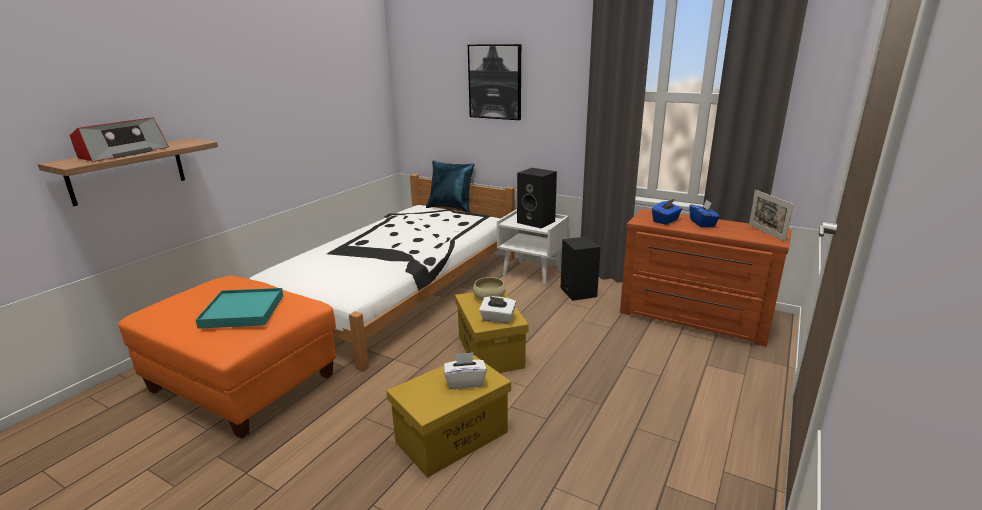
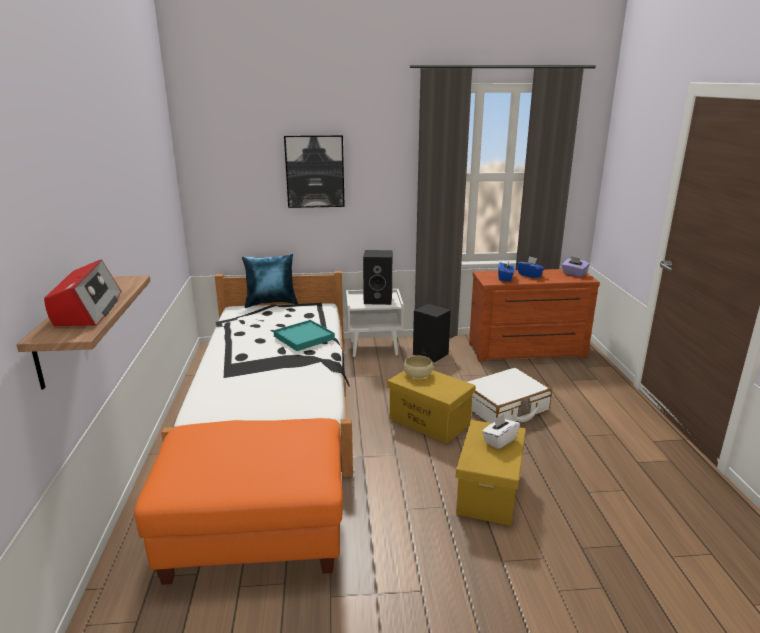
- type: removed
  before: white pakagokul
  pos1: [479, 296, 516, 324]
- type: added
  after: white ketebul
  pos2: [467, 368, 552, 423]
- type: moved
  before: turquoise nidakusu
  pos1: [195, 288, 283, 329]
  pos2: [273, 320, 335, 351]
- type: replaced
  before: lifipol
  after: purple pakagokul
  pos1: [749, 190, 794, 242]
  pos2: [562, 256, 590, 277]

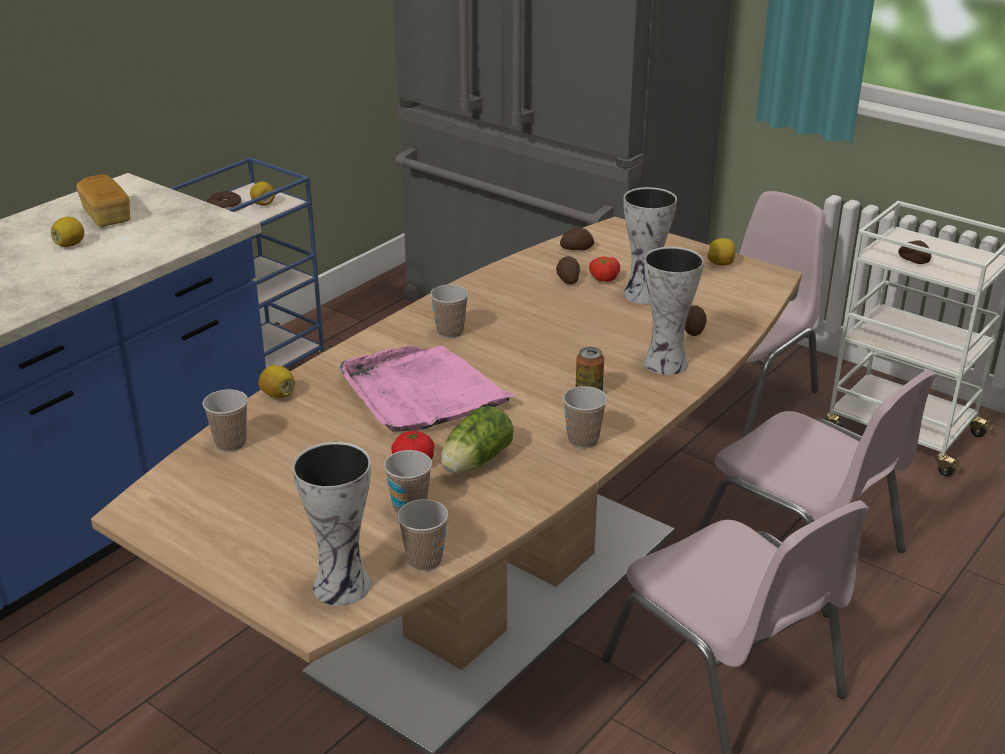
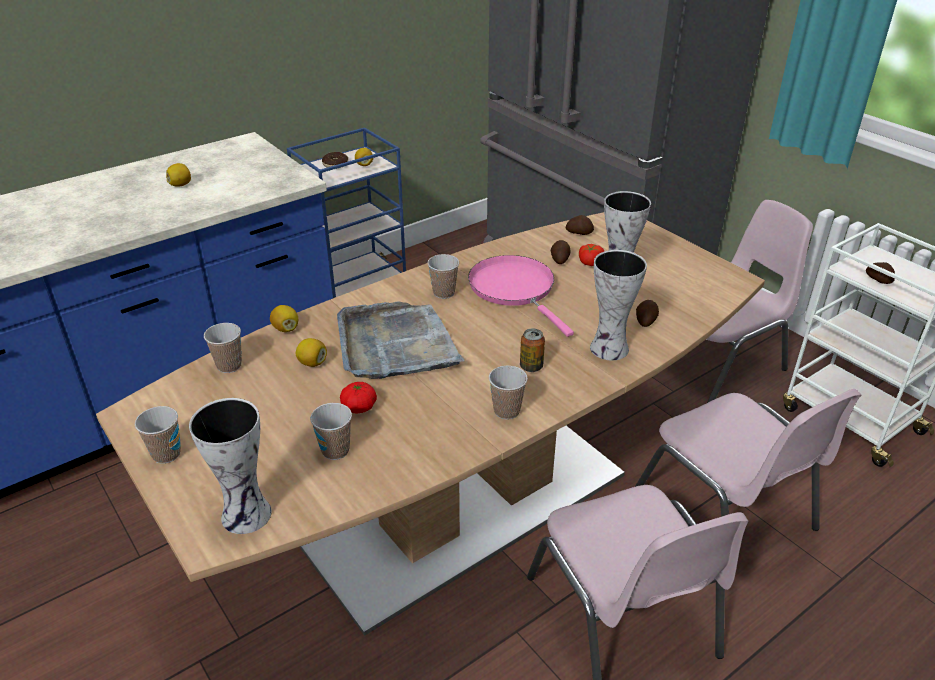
- type: removed
  before: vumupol
  pos1: [77, 175, 130, 227]
- type: removed
  before: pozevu
  pos1: [441, 406, 514, 473]
- type: added
  after: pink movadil
  pos2: [468, 255, 574, 337]
- type: moved
  before: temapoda
  pos1: [397, 499, 448, 571]
  pos2: [135, 406, 181, 464]
- type: moved
  before: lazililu
  pos1: [707, 238, 736, 266]
  pos2: [295, 338, 327, 367]
- type: recoloured
  before: pink nidakusu
  after: grey nidakusu
  pos1: [339, 345, 517, 432]
  pos2: [337, 302, 465, 379]

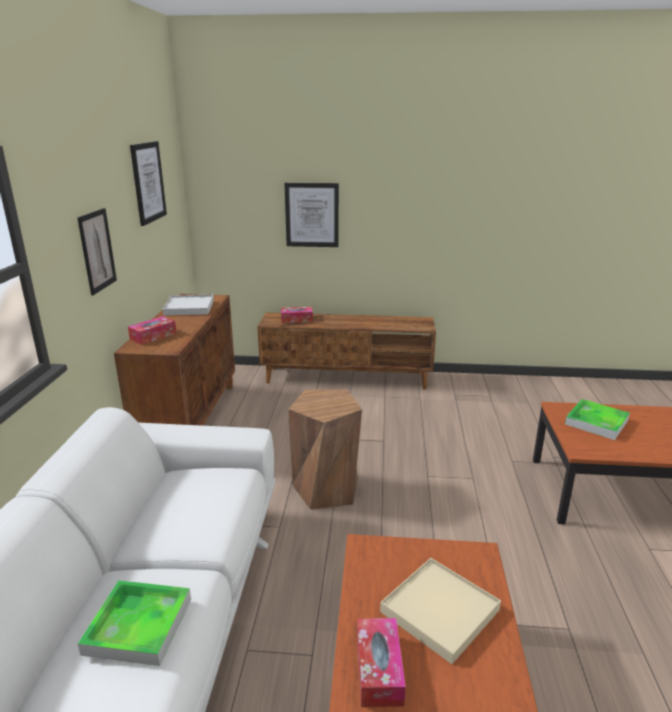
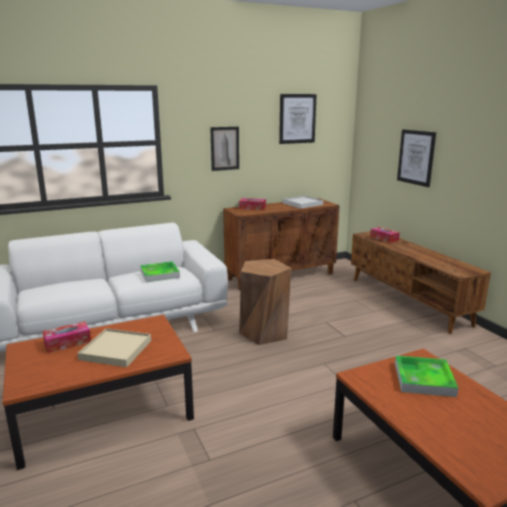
- type: moved
  before: nidakusu
  pos1: [78, 580, 191, 666]
  pos2: [140, 261, 180, 282]

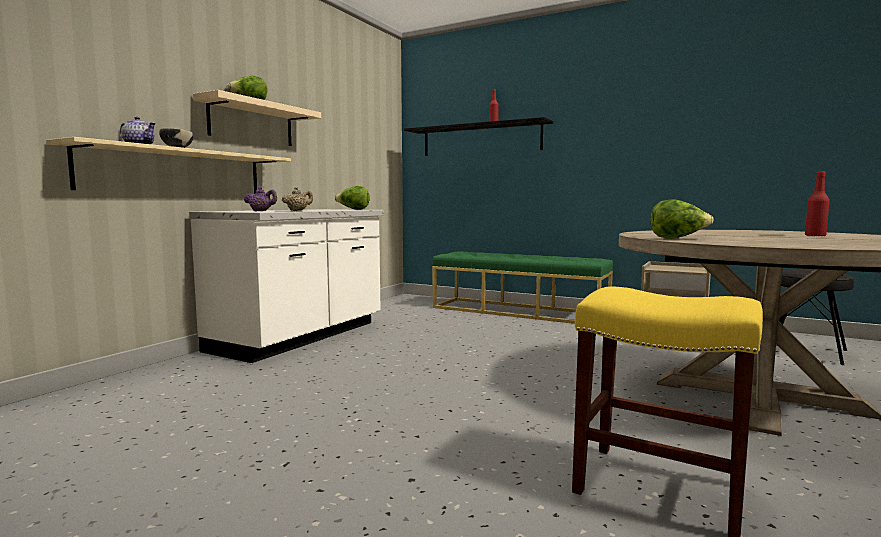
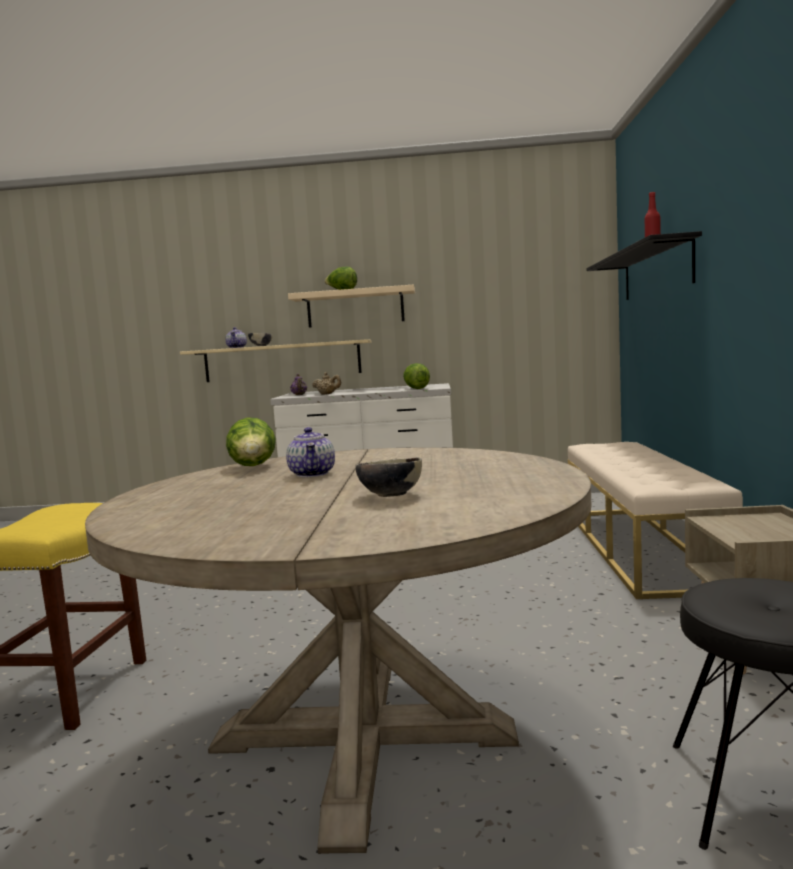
- type: added
  after: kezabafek
  pos2: [286, 427, 335, 477]
- type: replaced
  before: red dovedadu
  after: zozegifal
  pos1: [805, 172, 829, 237]
  pos2: [355, 457, 422, 497]
- type: recoloured
  before: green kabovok
  after: beige kabovok
  pos1: [433, 252, 613, 324]
  pos2: [568, 442, 743, 599]

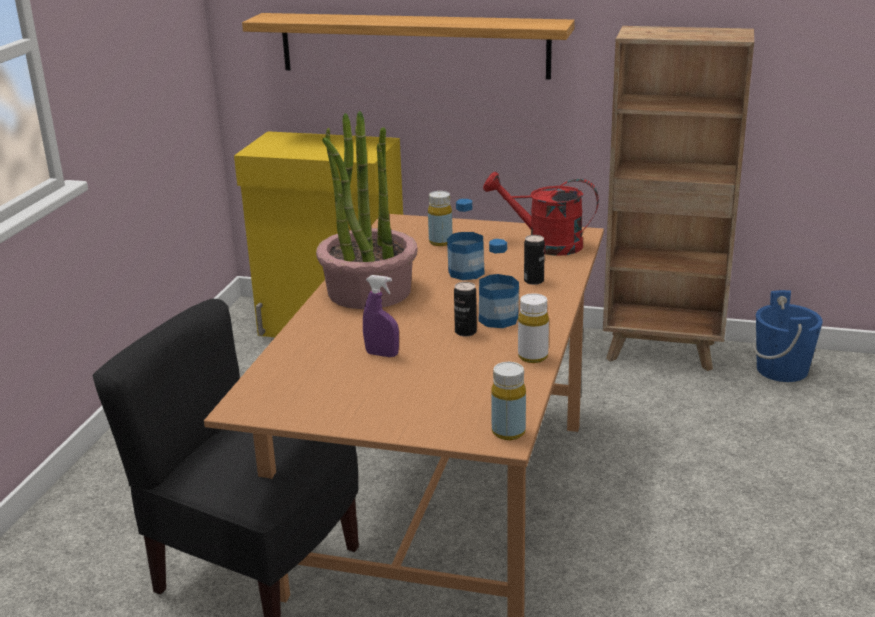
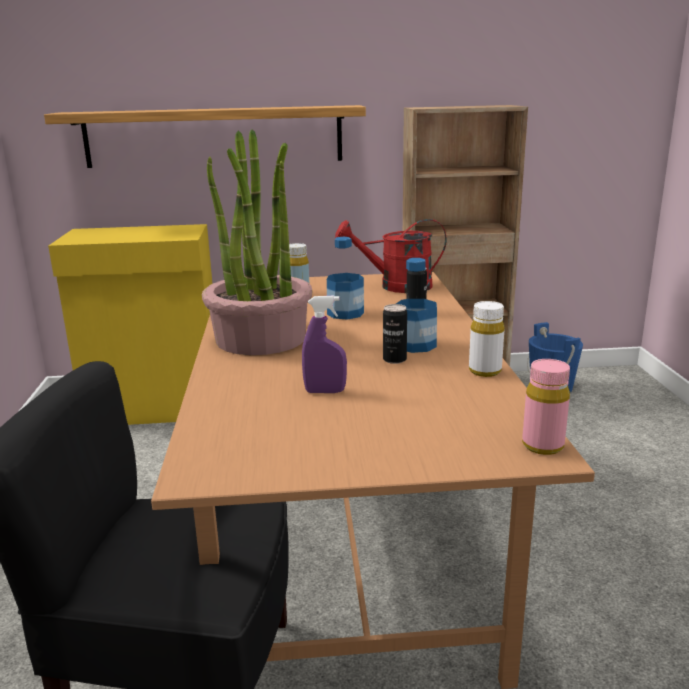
- type: recoloured
  before: yellow dovedadu
  after: pink dovedadu
  pos1: [491, 362, 526, 440]
  pos2: [522, 359, 570, 455]

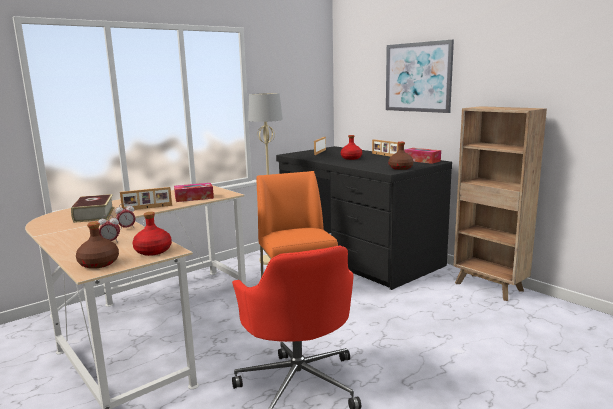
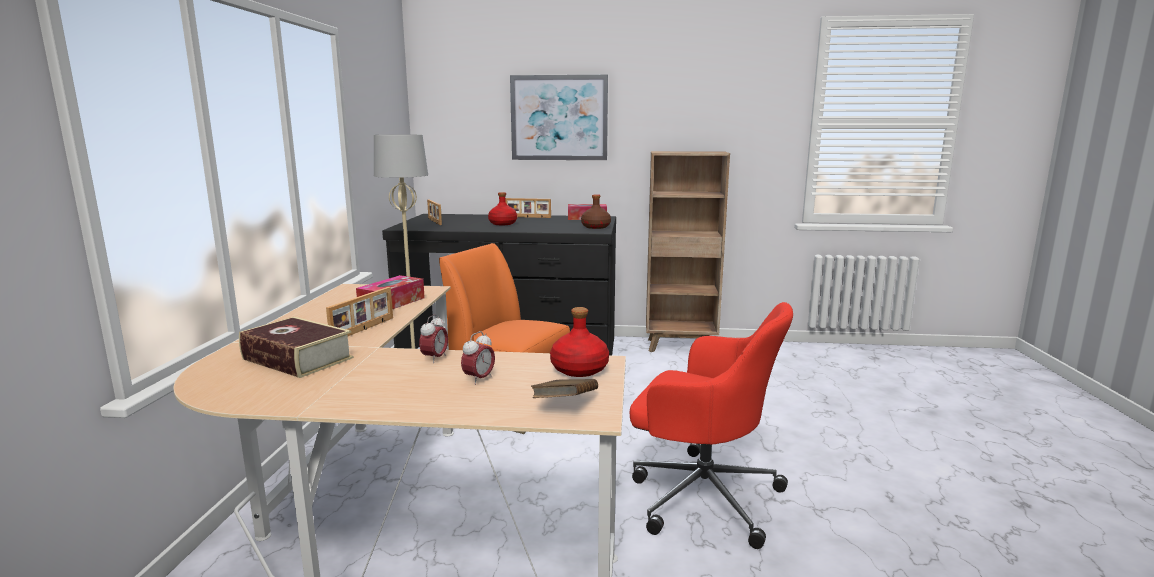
- type: replaced
  before: brown dovedadu
  after: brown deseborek
  pos1: [76, 222, 119, 269]
  pos2: [531, 379, 598, 398]

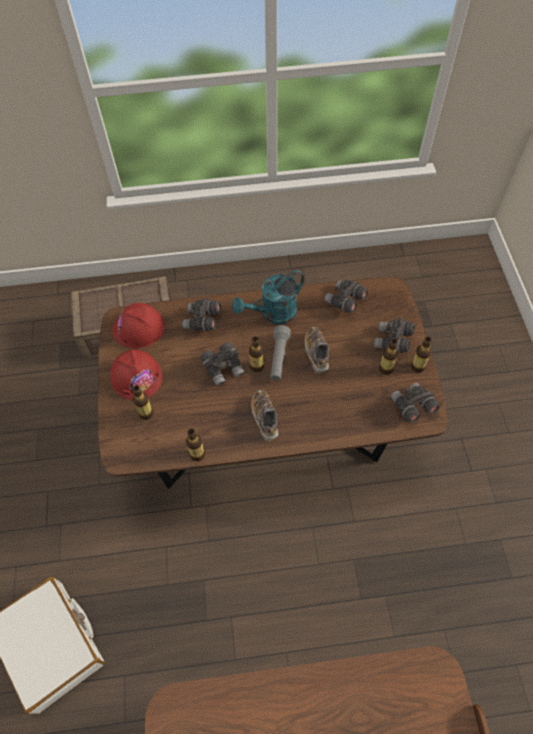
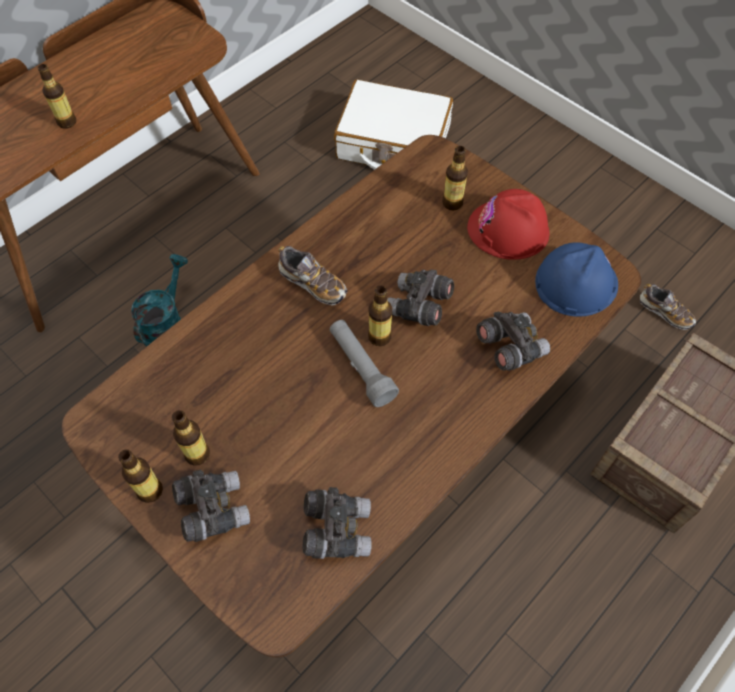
- type: removed
  before: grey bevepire
  pos1: [391, 383, 440, 423]
- type: moved
  before: dovedadu
  pos1: [186, 428, 205, 461]
  pos2: [38, 64, 76, 129]
- type: moved
  before: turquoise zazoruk
  pos1: [232, 270, 304, 325]
  pos2: [131, 254, 188, 347]
- type: moved
  before: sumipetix
  pos1: [304, 327, 329, 373]
  pos2: [640, 284, 696, 330]
- type: recoloured
  before: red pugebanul
  after: blue pugebanul
  pos1: [112, 303, 165, 348]
  pos2: [535, 243, 618, 317]

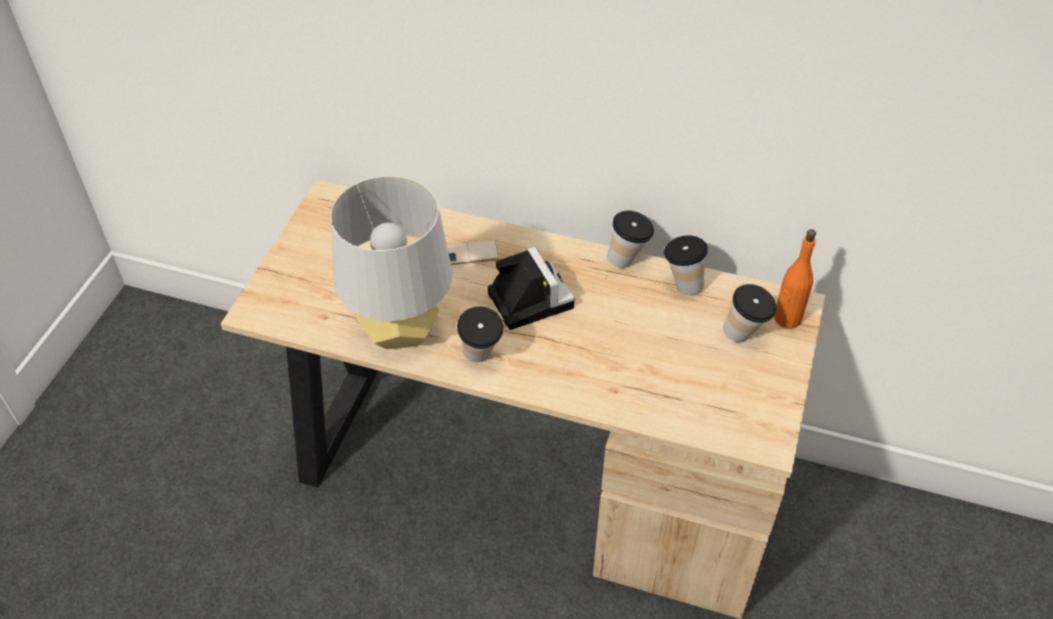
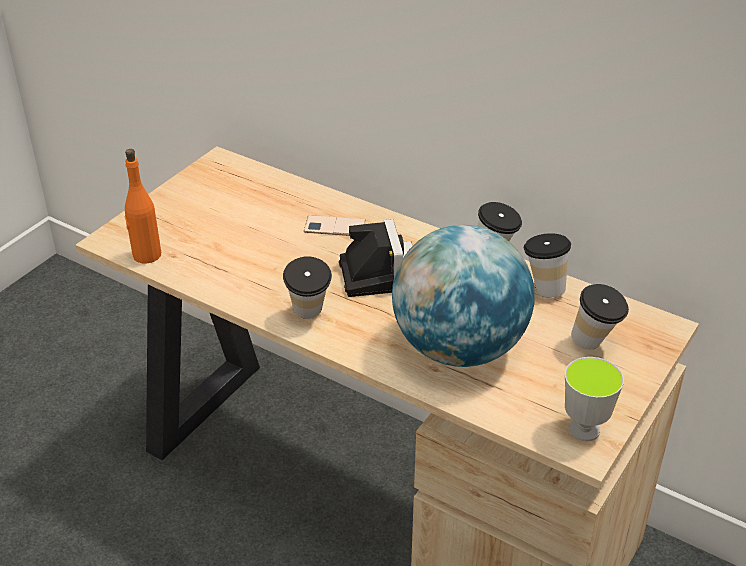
- type: removed
  before: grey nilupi
  pos1: [330, 176, 453, 349]
- type: added
  after: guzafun
  pos2: [392, 225, 535, 367]
- type: added
  after: temapoda
  pos2: [565, 357, 624, 441]
- type: moved
  before: orange dovedadu
  pos1: [774, 229, 816, 329]
  pos2: [124, 149, 161, 264]

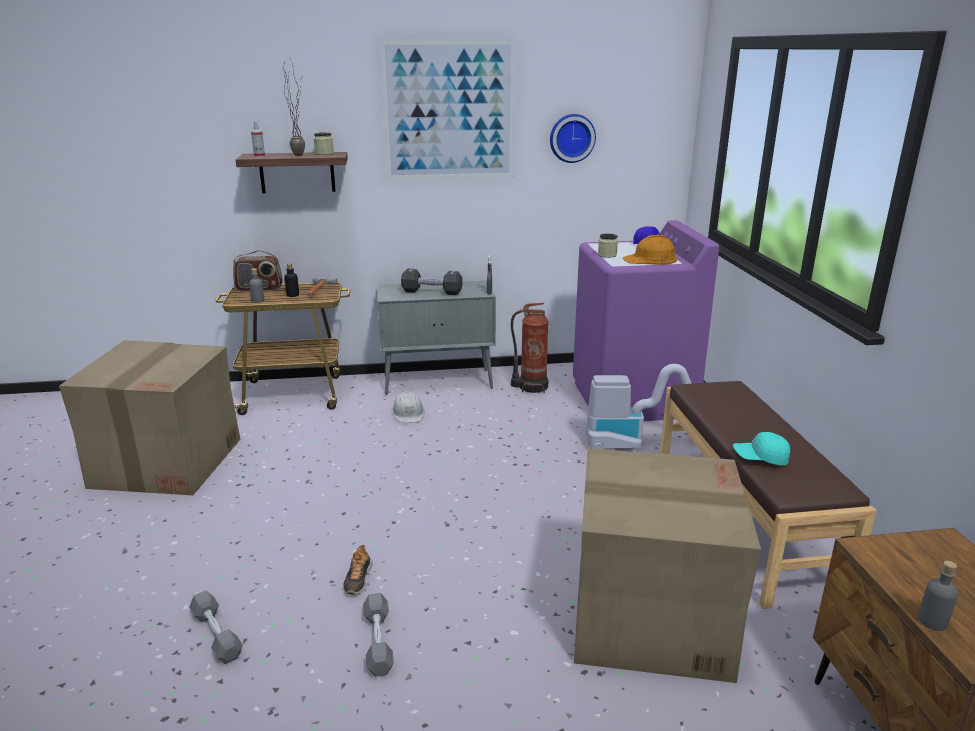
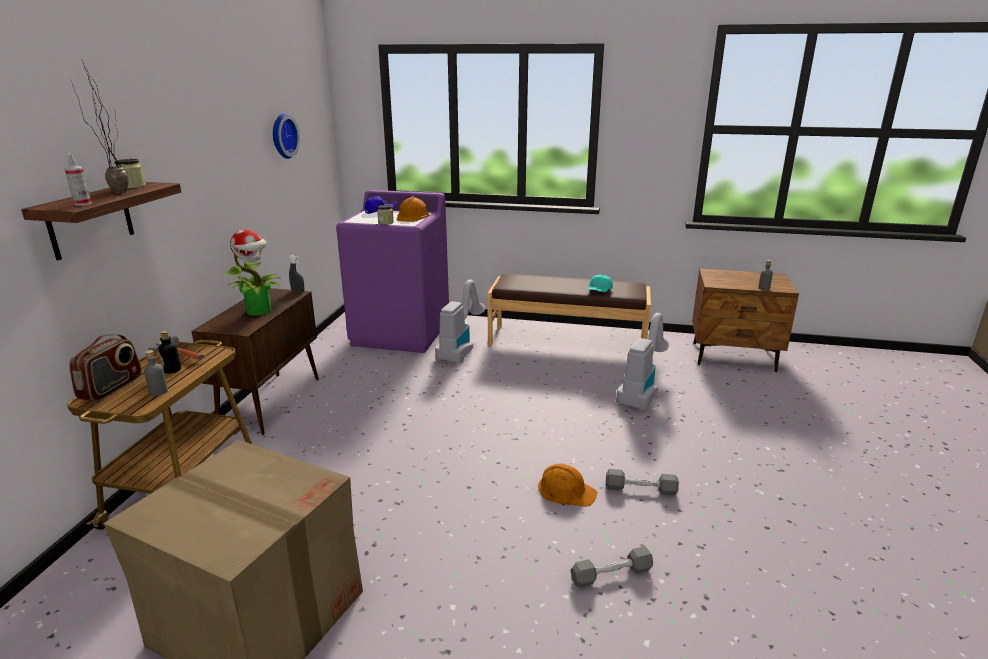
- type: removed
  before: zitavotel
  pos1: [380, 40, 515, 180]
- type: removed
  before: white pugebanul
  pos1: [392, 391, 425, 423]
- type: removed
  before: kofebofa
  pos1: [511, 303, 549, 393]
- type: replaced
  before: sumipetix
  after: orange pugebanul
  pos1: [343, 545, 372, 595]
  pos2: [538, 464, 598, 507]
- type: replaced
  before: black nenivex
  after: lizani
  pos1: [401, 269, 462, 295]
  pos2: [225, 230, 282, 316]
- type: replaced
  before: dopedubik
  after: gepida
  pos1: [574, 448, 761, 683]
  pos2: [616, 313, 669, 410]
- type: recoloured
  before: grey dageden
  after: brown dageden
  pos1: [377, 281, 496, 395]
  pos2: [191, 288, 319, 435]

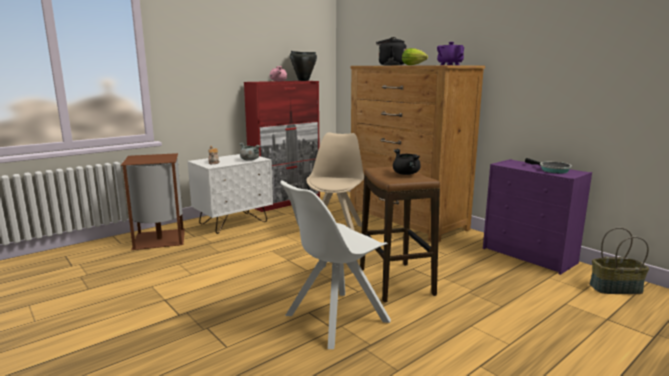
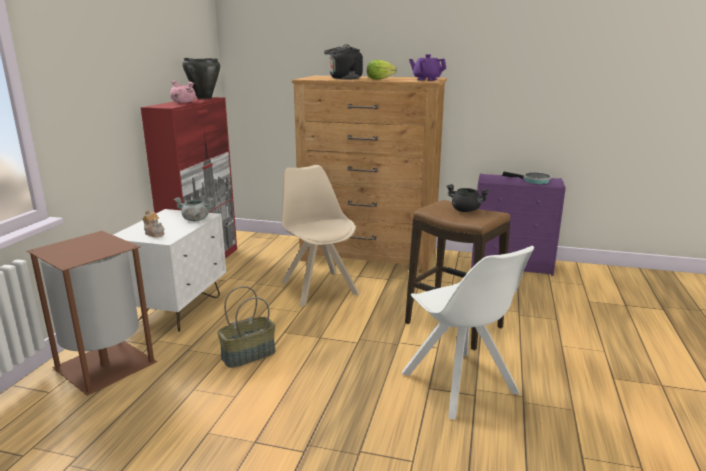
- type: moved
  before: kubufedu
  pos1: [590, 227, 649, 294]
  pos2: [217, 286, 275, 368]
- type: turned
  before: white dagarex
  pos1: [280, 180, 391, 349]
  pos2: [402, 246, 534, 420]
  turn: -45

